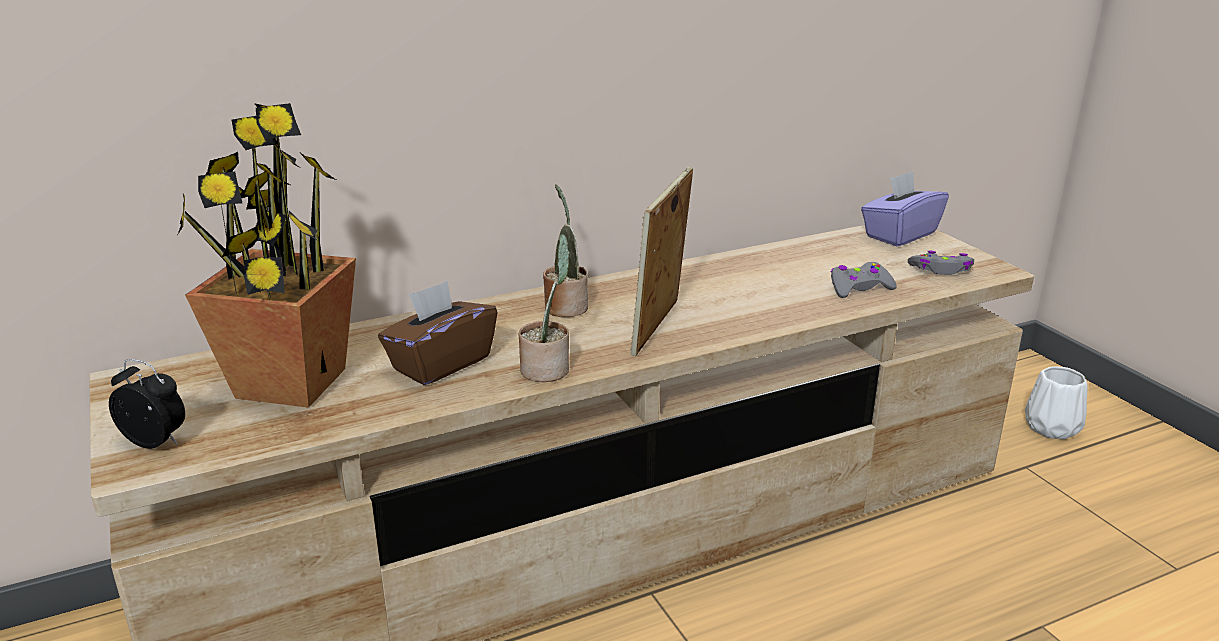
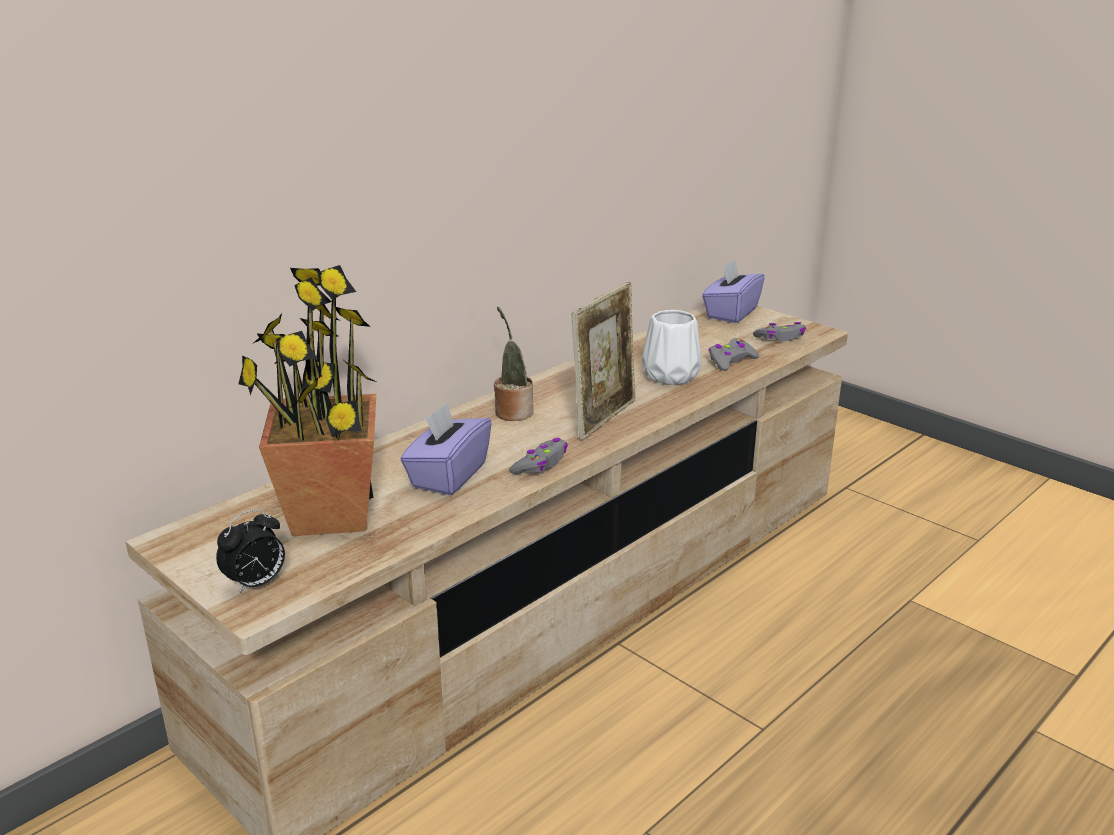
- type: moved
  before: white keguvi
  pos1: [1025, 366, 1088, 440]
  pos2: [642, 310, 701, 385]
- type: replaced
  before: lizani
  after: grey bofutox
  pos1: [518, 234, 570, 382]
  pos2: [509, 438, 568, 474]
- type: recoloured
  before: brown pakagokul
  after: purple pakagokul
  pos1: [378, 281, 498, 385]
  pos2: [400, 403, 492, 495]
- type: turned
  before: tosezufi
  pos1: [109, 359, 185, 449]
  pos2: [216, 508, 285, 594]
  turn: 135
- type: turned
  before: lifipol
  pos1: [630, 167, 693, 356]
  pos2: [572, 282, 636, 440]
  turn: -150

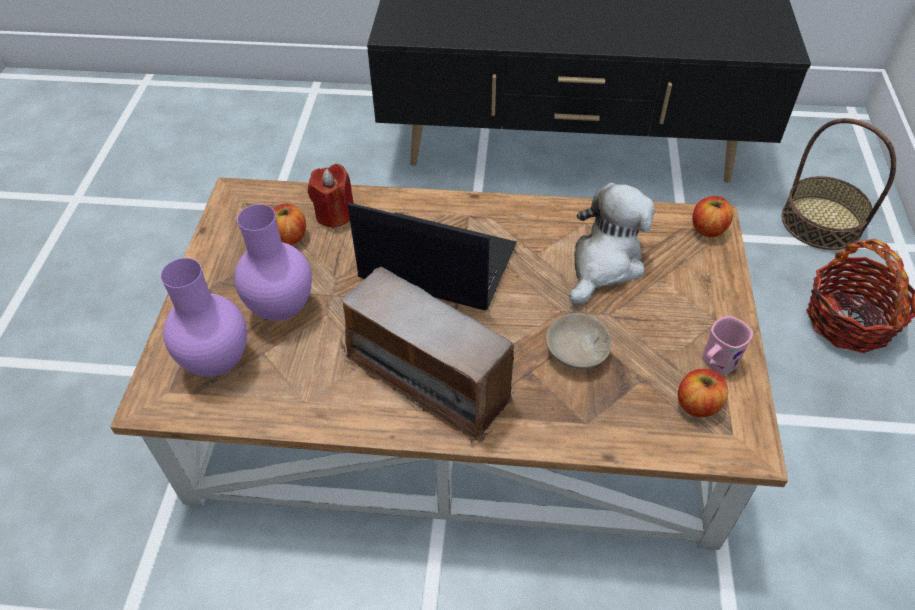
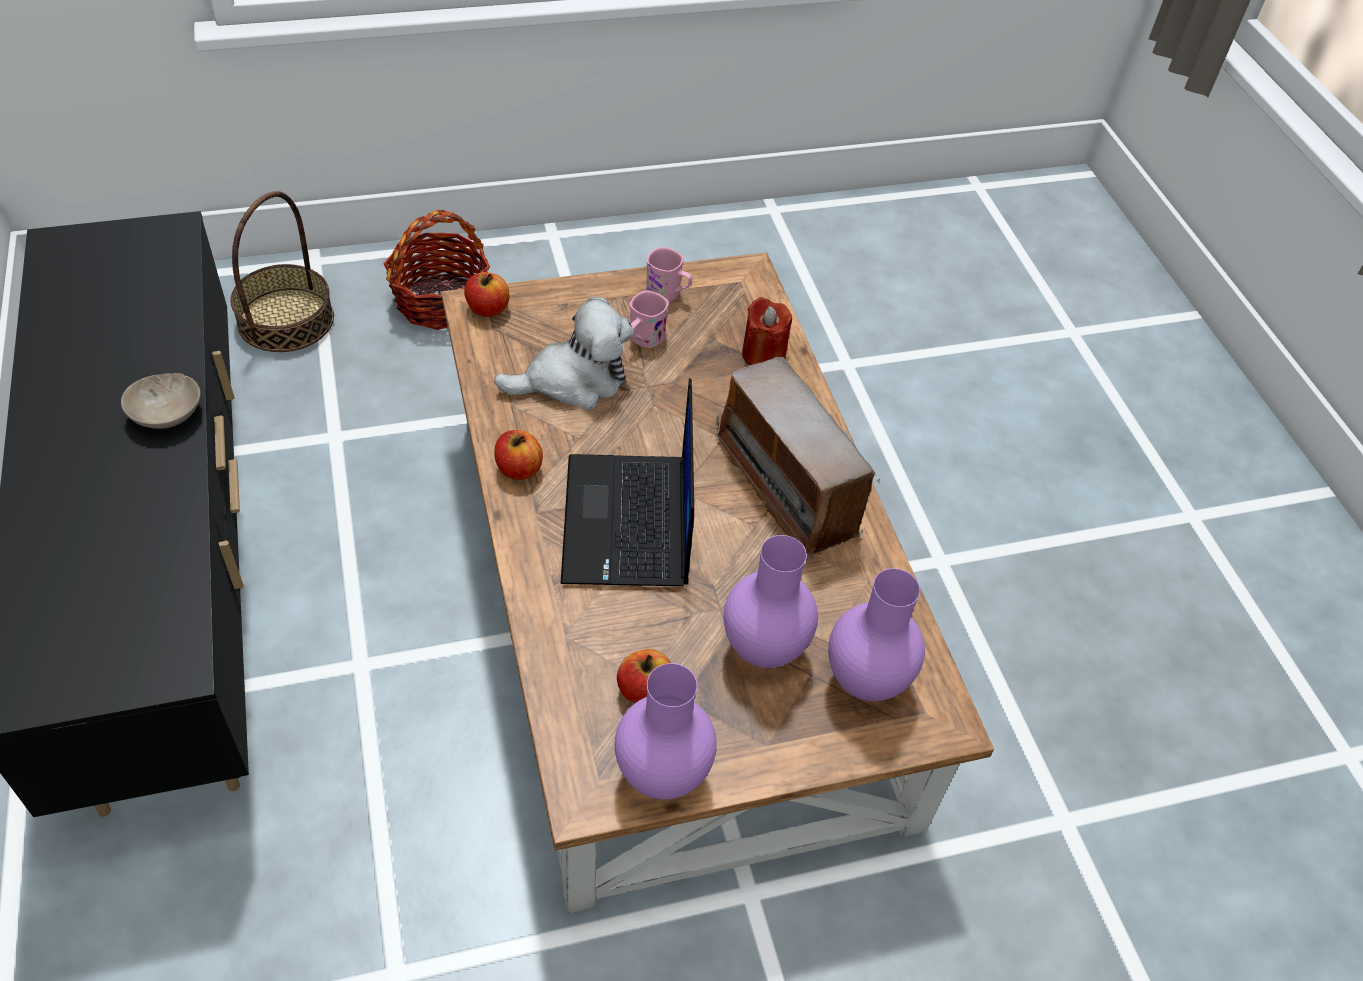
- type: added
  after: purple keguvi
  pos2: [615, 663, 717, 800]
- type: added
  after: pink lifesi
  pos2: [630, 291, 669, 348]
- type: moved
  before: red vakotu
  pos1: [308, 164, 354, 229]
  pos2: [742, 297, 792, 365]
- type: moved
  before: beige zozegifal
  pos1: [546, 313, 611, 369]
  pos2: [121, 373, 200, 429]
- type: moved
  before: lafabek
  pos1: [678, 369, 728, 417]
  pos2: [494, 430, 543, 480]
- type: turned
  before: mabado
  pos1: [340, 267, 522, 443]
  pos2: [714, 357, 880, 562]
  turn: 135
- type: turned
  before: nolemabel
  pos1: [569, 183, 655, 305]
  pos2: [494, 297, 634, 410]
  turn: 150

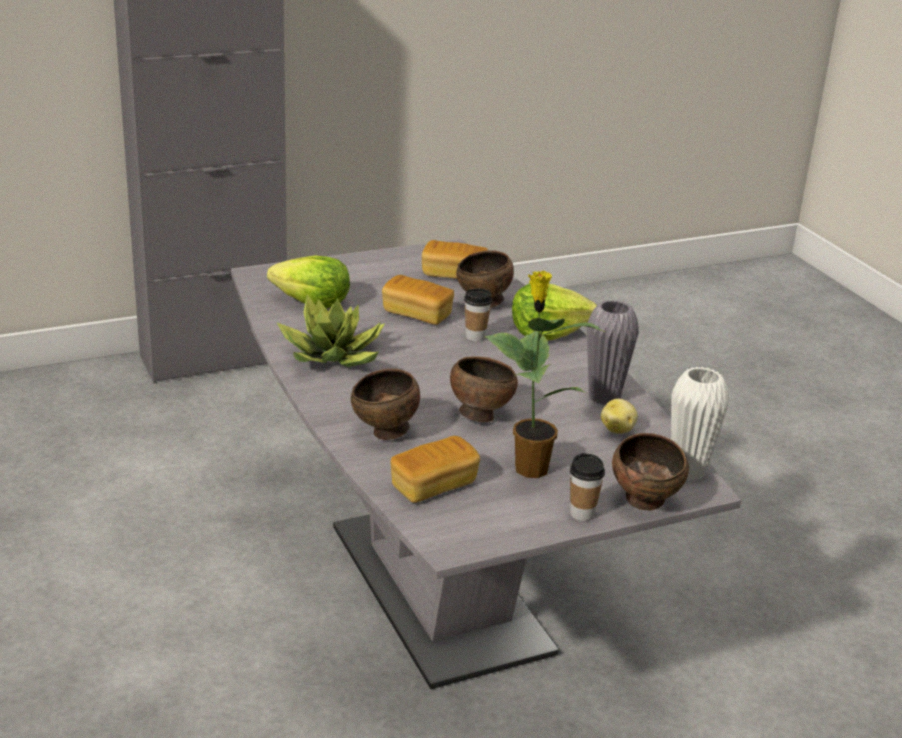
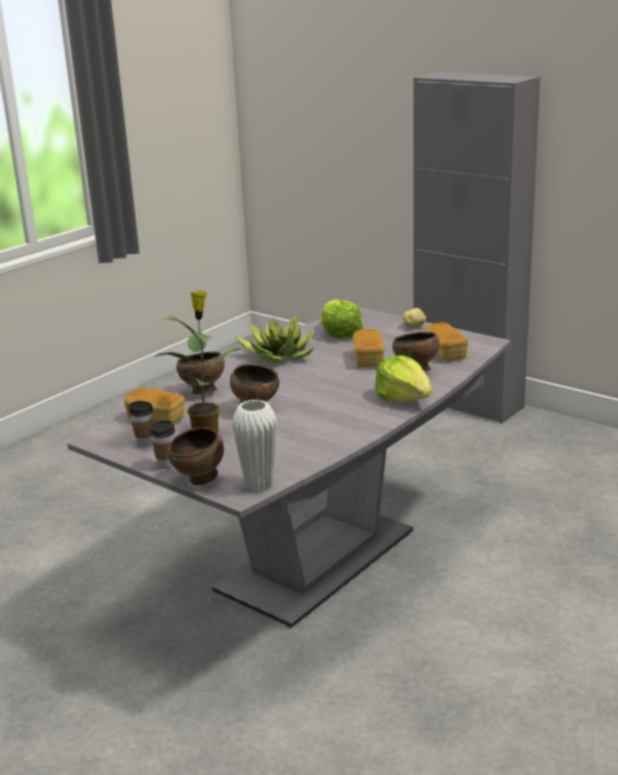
- type: removed
  before: grey keguvi
  pos1: [587, 300, 639, 405]
- type: moved
  before: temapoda
  pos1: [464, 288, 492, 342]
  pos2: [129, 401, 153, 447]
- type: moved
  before: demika
  pos1: [601, 399, 638, 434]
  pos2: [403, 308, 426, 328]

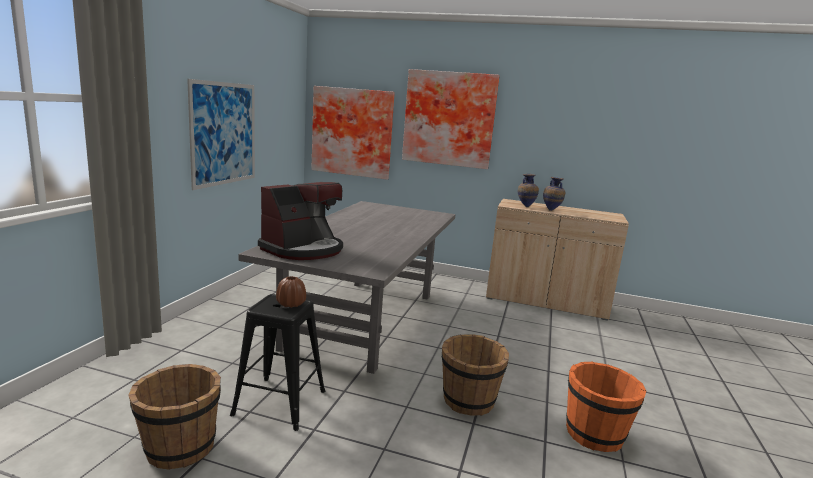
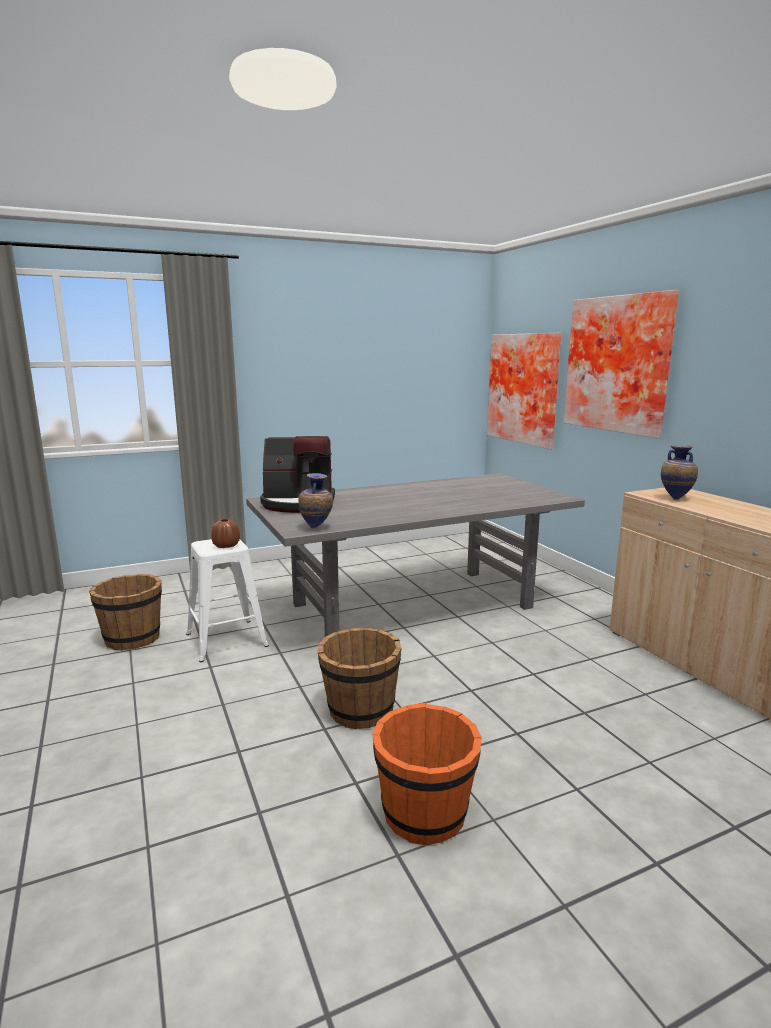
- type: removed
  before: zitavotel
  pos1: [187, 79, 255, 190]
- type: moved
  before: keguvi
  pos1: [543, 177, 565, 211]
  pos2: [298, 473, 333, 528]
- type: recoloured
  before: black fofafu
  after: white fofafu
  pos1: [230, 294, 326, 431]
  pos2: [186, 539, 269, 662]

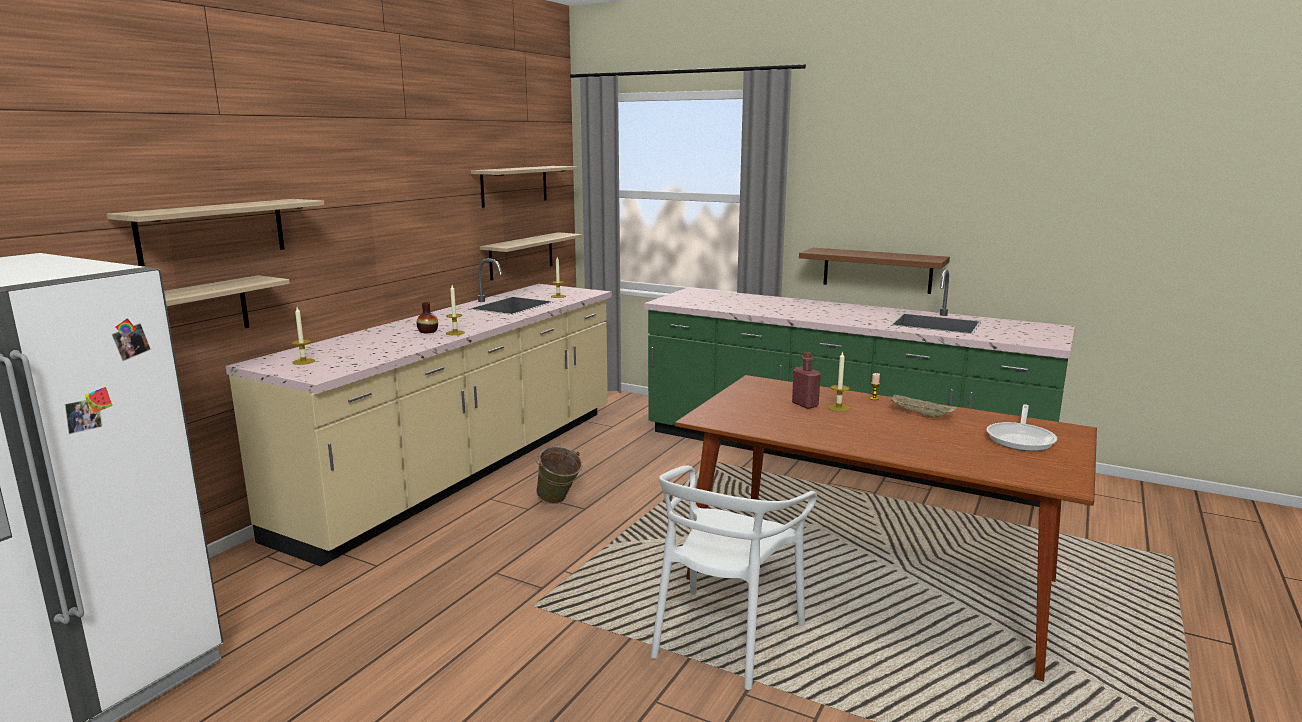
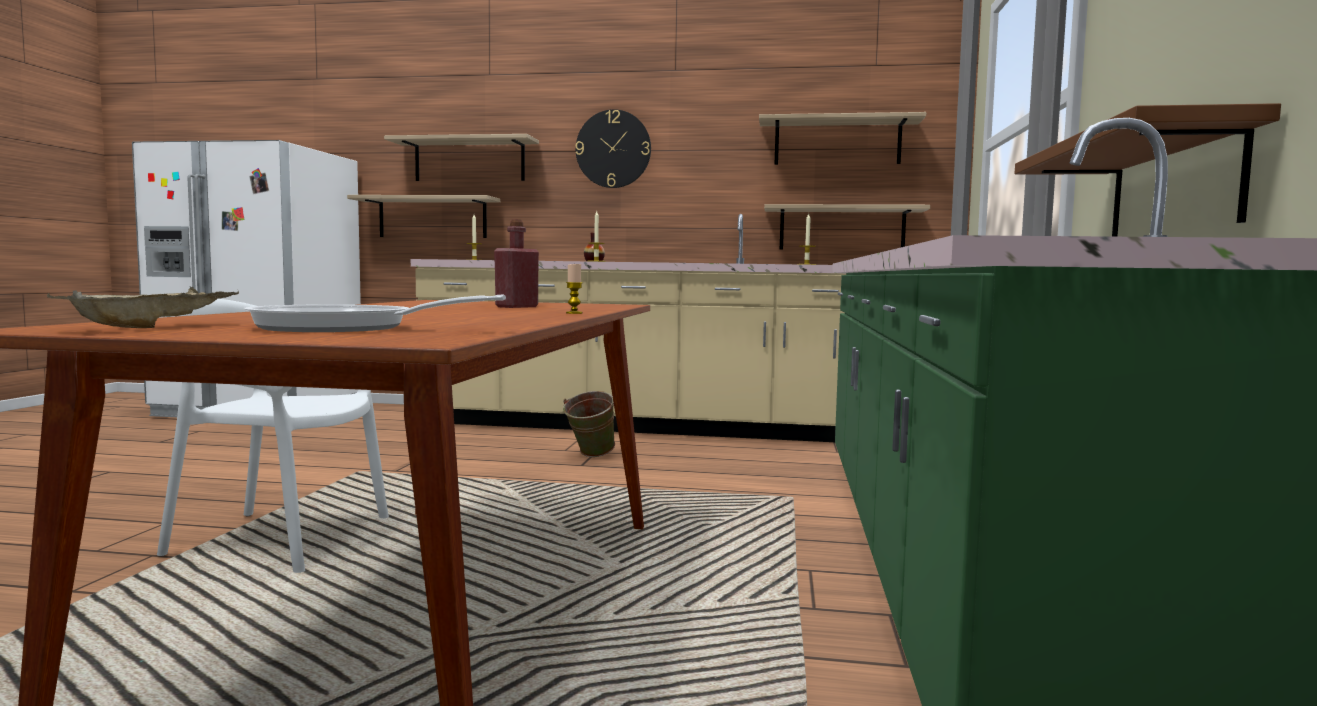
- type: removed
  before: vakotu
  pos1: [828, 351, 850, 412]
- type: added
  after: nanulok
  pos2: [576, 109, 651, 188]
- type: moved
  before: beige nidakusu
  pos1: [890, 394, 957, 418]
  pos2: [47, 287, 239, 328]

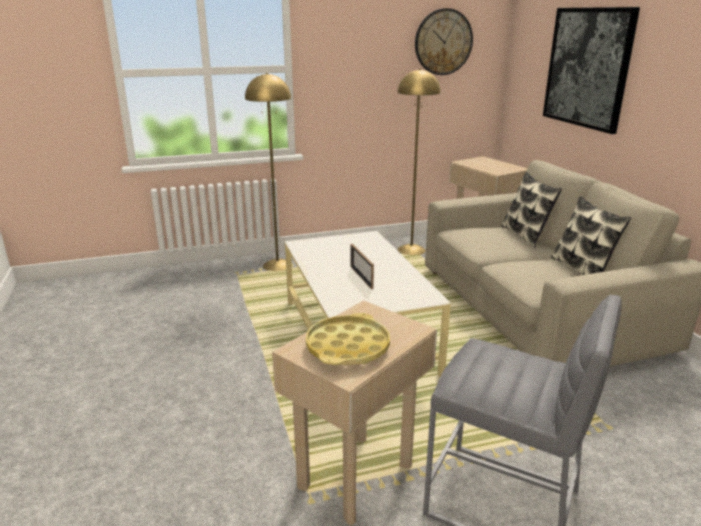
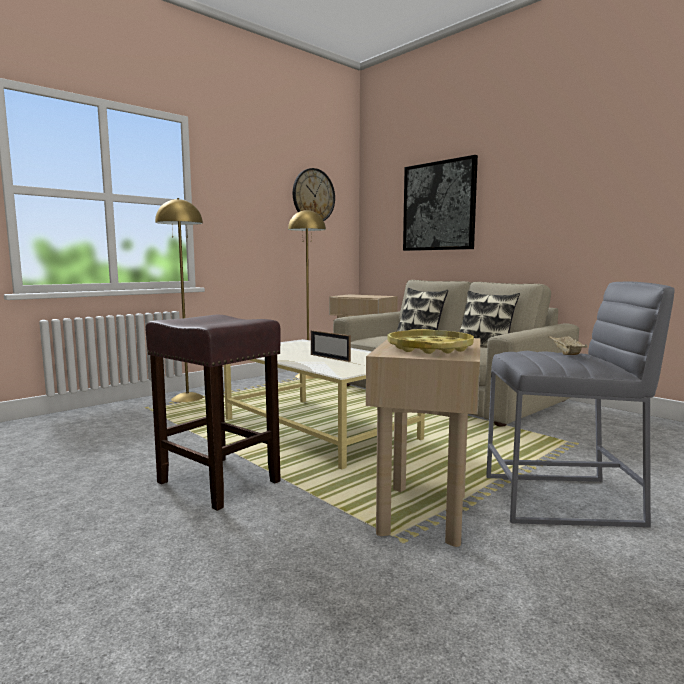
- type: added
  after: brown fofafu
  pos2: [145, 315, 281, 511]
- type: added
  after: beige nidakusu
  pos2: [548, 335, 588, 355]

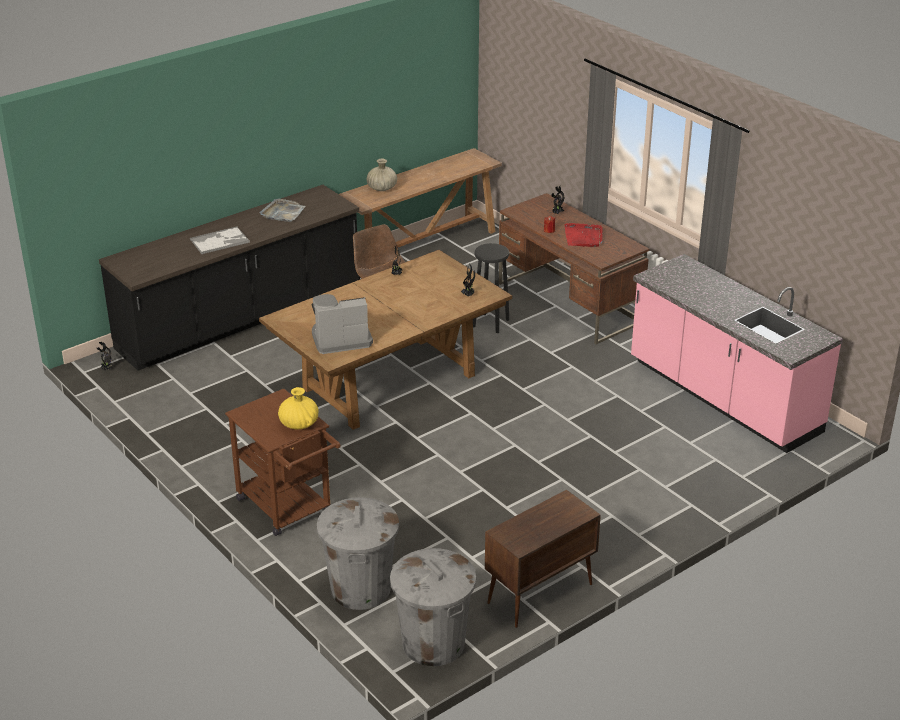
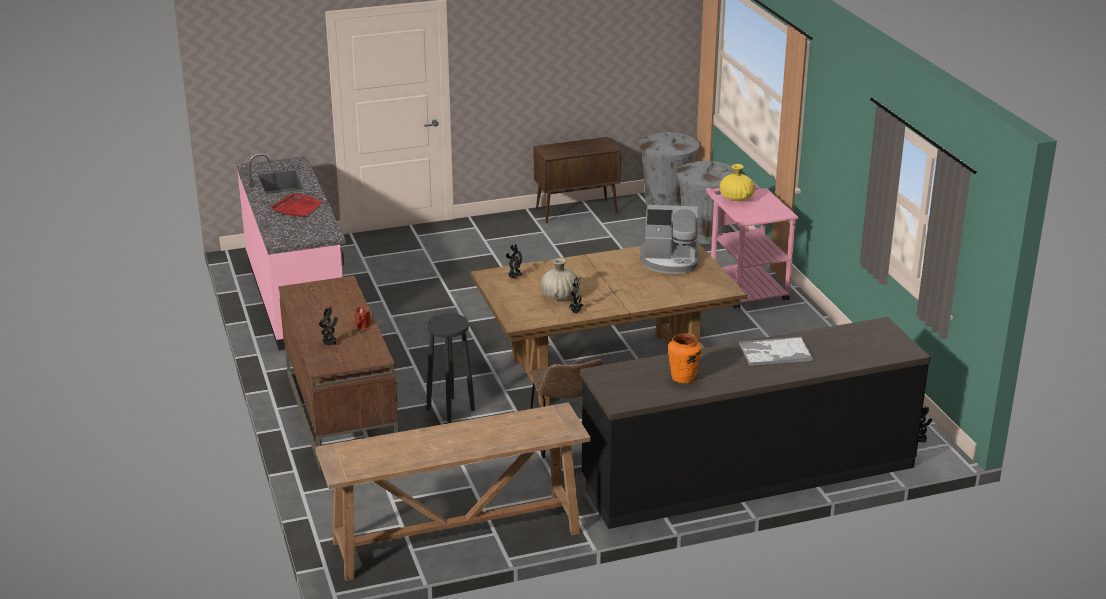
- type: moved
  before: beige keguvi
  pos1: [367, 159, 397, 191]
  pos2: [540, 258, 580, 300]
- type: moved
  before: red nidakusu
  pos1: [565, 223, 603, 247]
  pos2: [270, 193, 323, 217]
- type: replaced
  before: grey nidakusu
  after: orange keguvi
  pos1: [260, 198, 305, 222]
  pos2: [668, 334, 702, 384]
- type: recoloured
  before: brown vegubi
  after: pink vegubi
  pos1: [225, 389, 341, 536]
  pos2: [706, 182, 799, 309]

